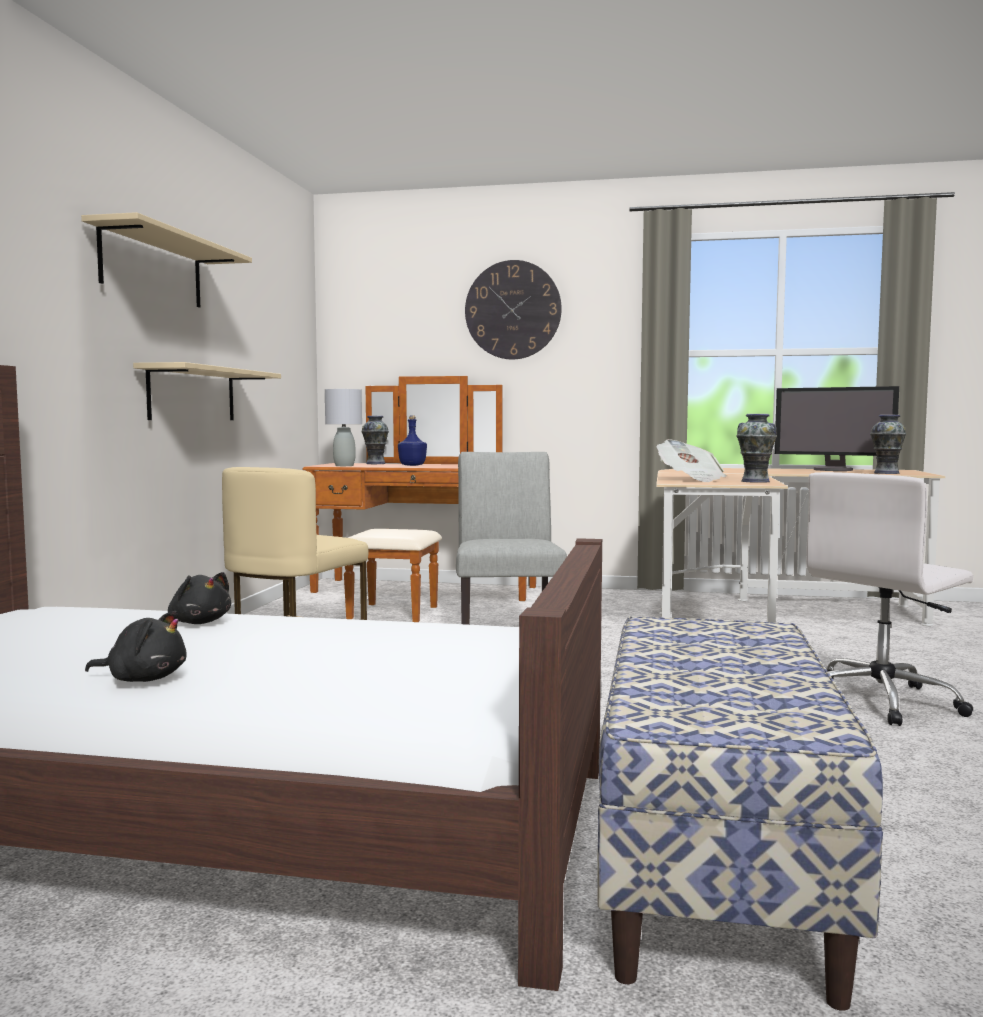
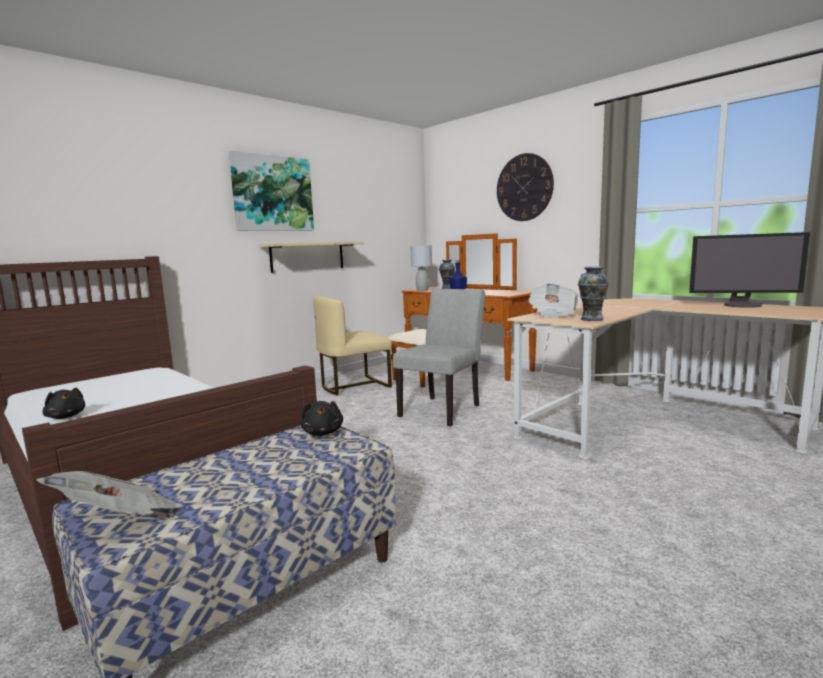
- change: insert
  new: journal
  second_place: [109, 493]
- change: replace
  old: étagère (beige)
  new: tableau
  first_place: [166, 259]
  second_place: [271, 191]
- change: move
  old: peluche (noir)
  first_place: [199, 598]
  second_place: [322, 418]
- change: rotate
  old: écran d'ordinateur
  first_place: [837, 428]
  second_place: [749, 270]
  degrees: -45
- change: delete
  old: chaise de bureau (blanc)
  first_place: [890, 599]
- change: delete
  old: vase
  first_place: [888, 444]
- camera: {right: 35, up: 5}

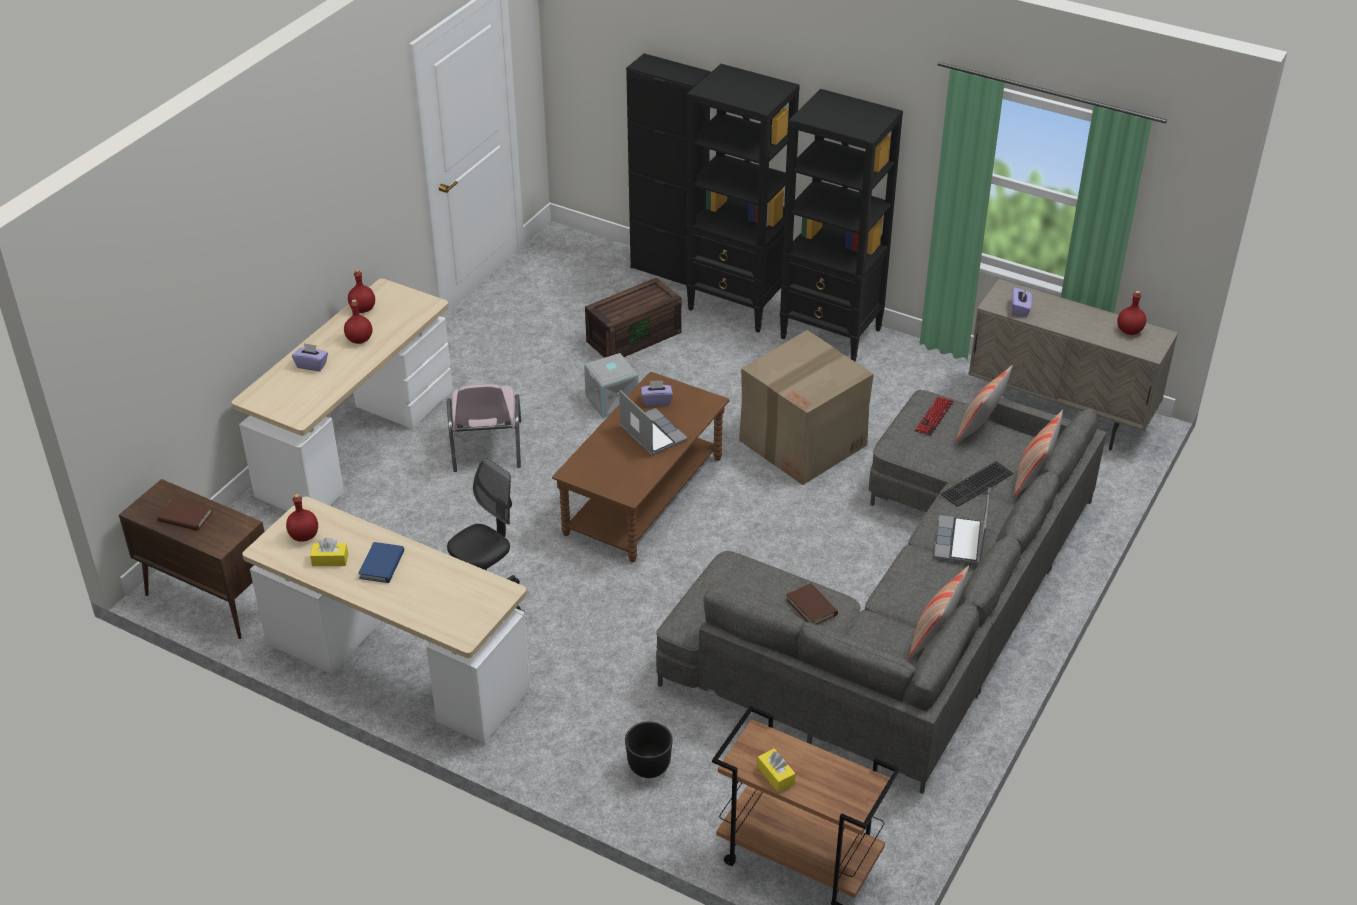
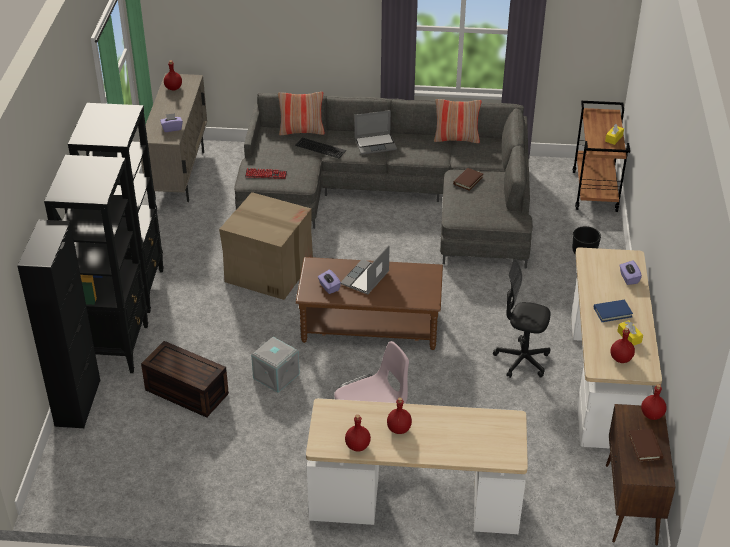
- change: move
  old: boîte à mouchoirs (violet)
  first_place: [310, 357]
  second_place: [630, 272]
- change: insert
  new: bouteille (rouge)
  second_place: [654, 402]
- change: delete
  old: coussin
  first_place: [983, 405]
- camera: {right: -115, up: 0}

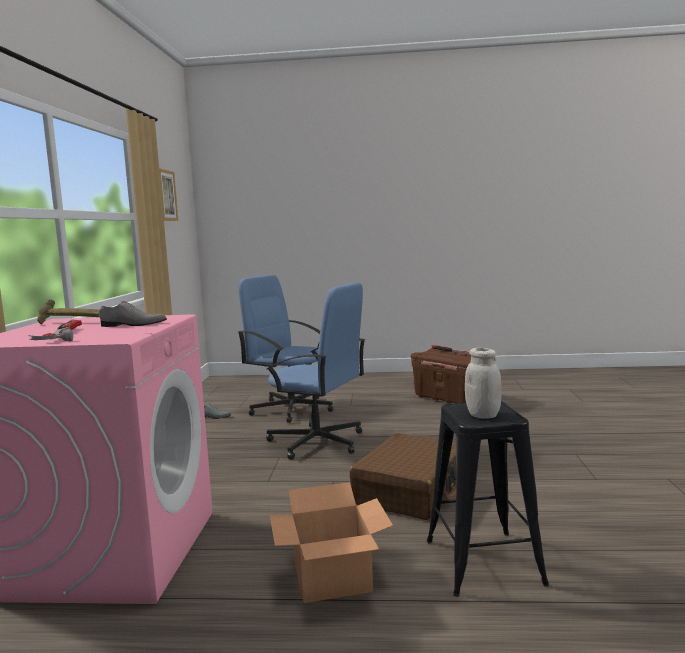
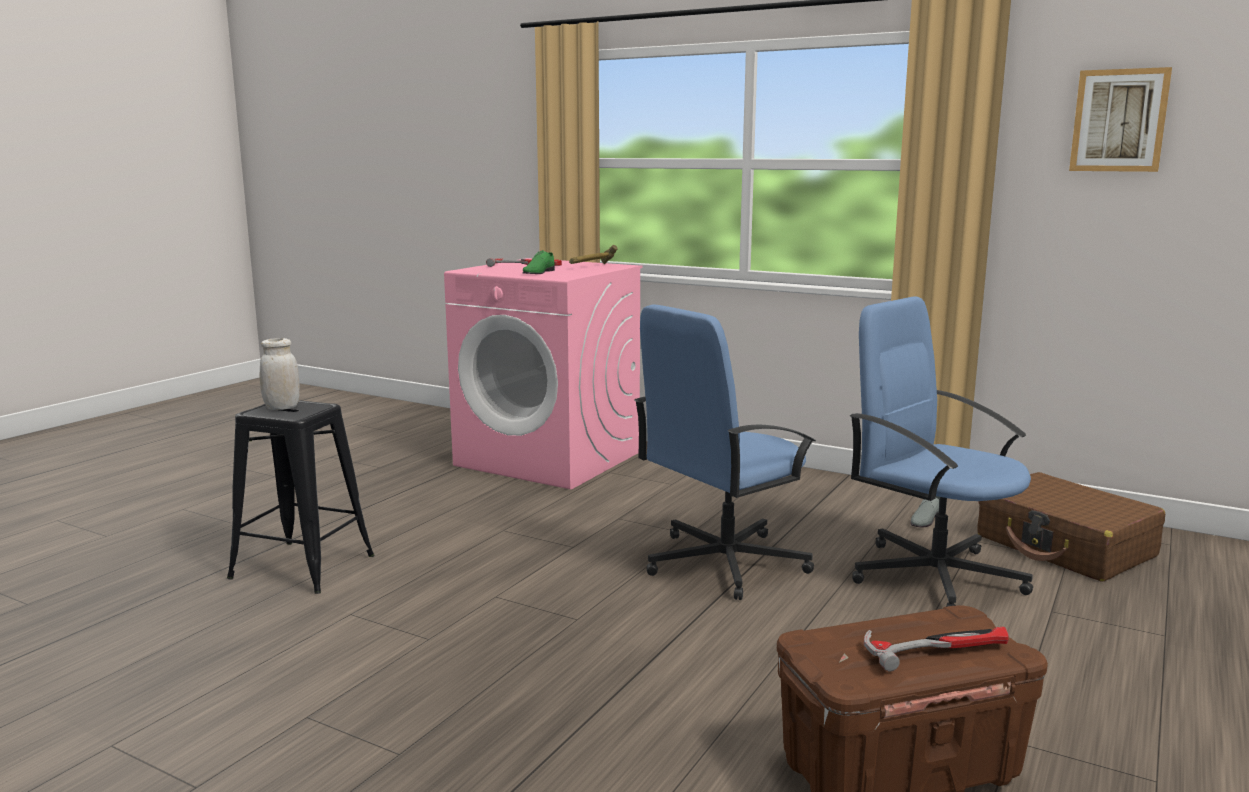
- change: recolor
  old: chaussure (gris)
  new: chaussure (vert)
  first_place: [133, 314]
  second_place: [539, 262]
- change: rotate
  old: chaise de bureau (bleu)
  first_place: [286, 349]
  second_place: [941, 451]
  degrees: -105
- change: move
  old: valise (marron)
  first_place: [403, 476]
  second_place: [1071, 527]
- change: delete
  old: carton
  first_place: [331, 542]
- camera: {right: 115, up: 5}

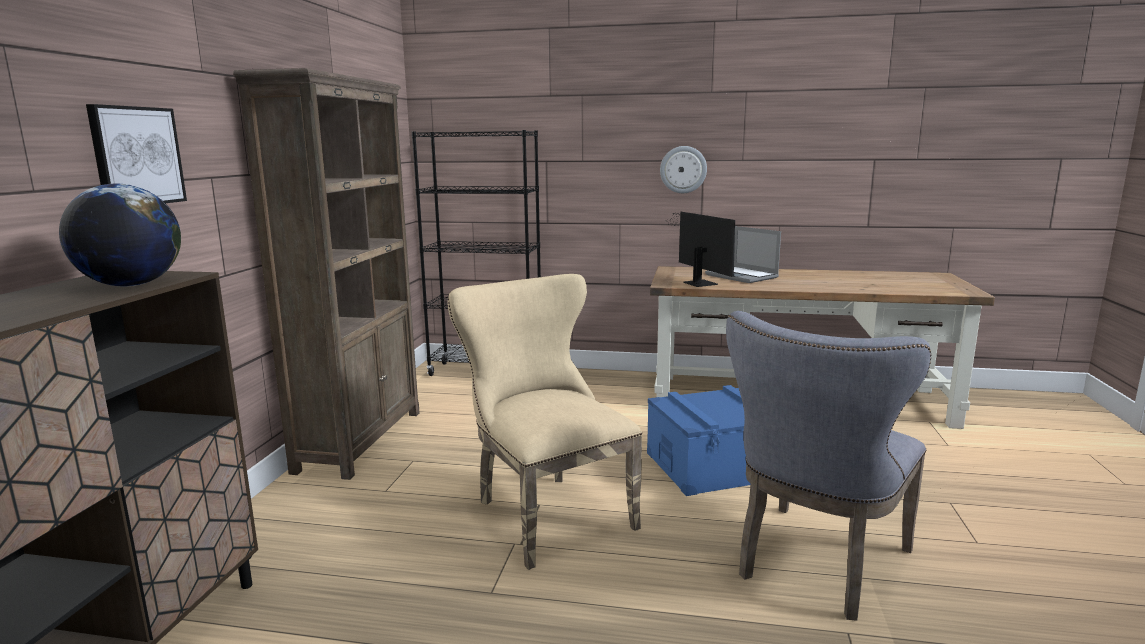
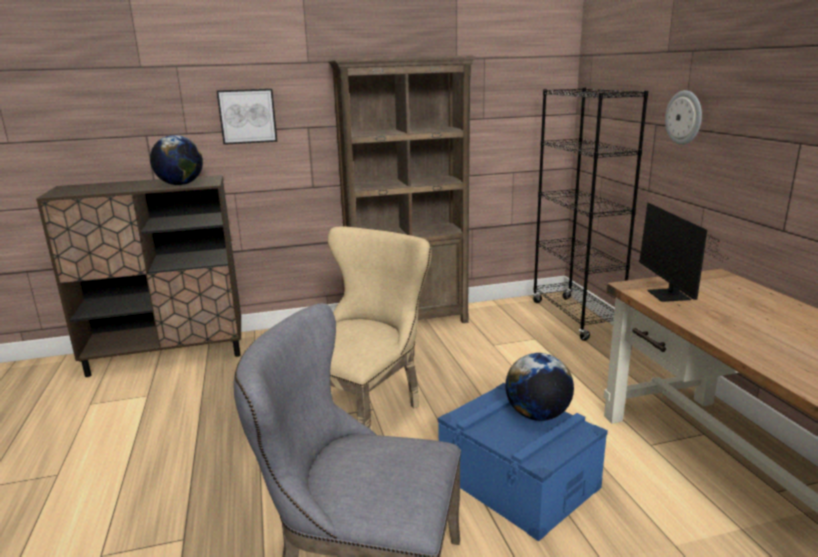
- change: insert
  new: globe
  second_place: [539, 387]
- change: rotate
  old: écran d'ordinateur
  first_place: [701, 249]
  second_place: [683, 252]
  degrees: 135
- change: move
  old: horloge murale
  first_place: [683, 169]
  second_place: [683, 117]
- change: delete
  old: ordinateur portable
  first_place: [743, 254]
- camera: {right: 65, up: 5}

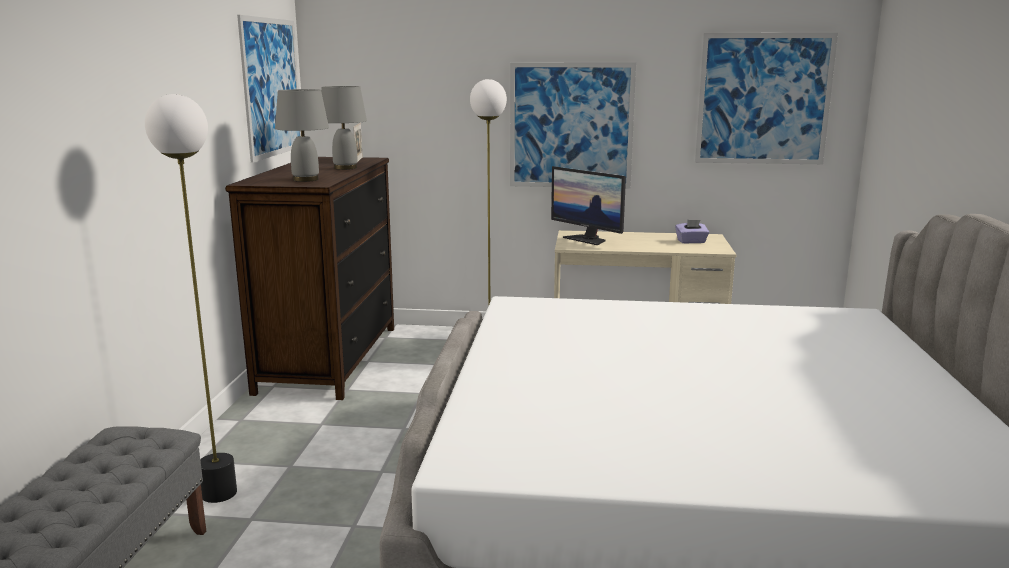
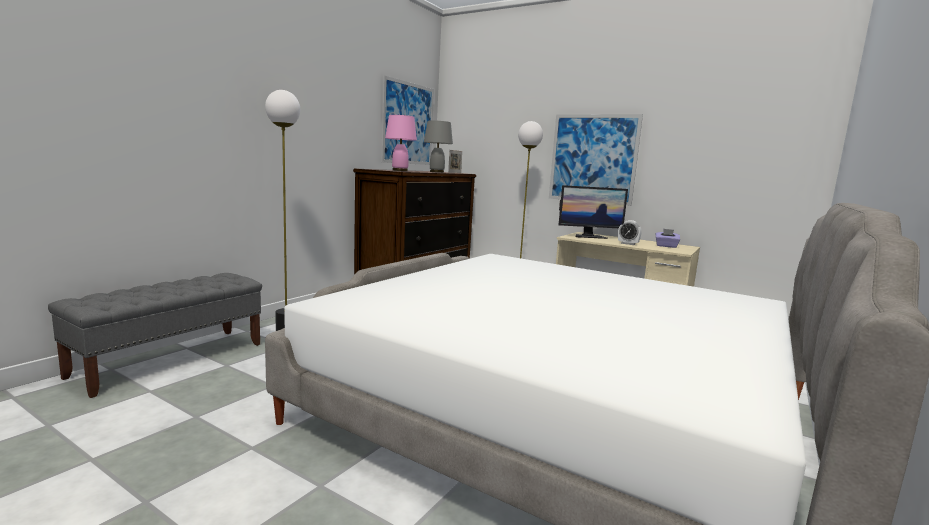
- change: recolor
  old: lampe de table (gris)
  new: lampe de table (rose)
  first_place: [302, 135]
  second_place: [401, 143]
- change: rotate
  old: écran d'ordinateur
  first_place: [588, 206]
  second_place: [593, 212]
  degrees: -75
- change: insert
  new: réveil
  second_place: [630, 232]
- change: delete
  old: tableau
  first_place: [766, 98]
- camera: {right: 25, up: -5}

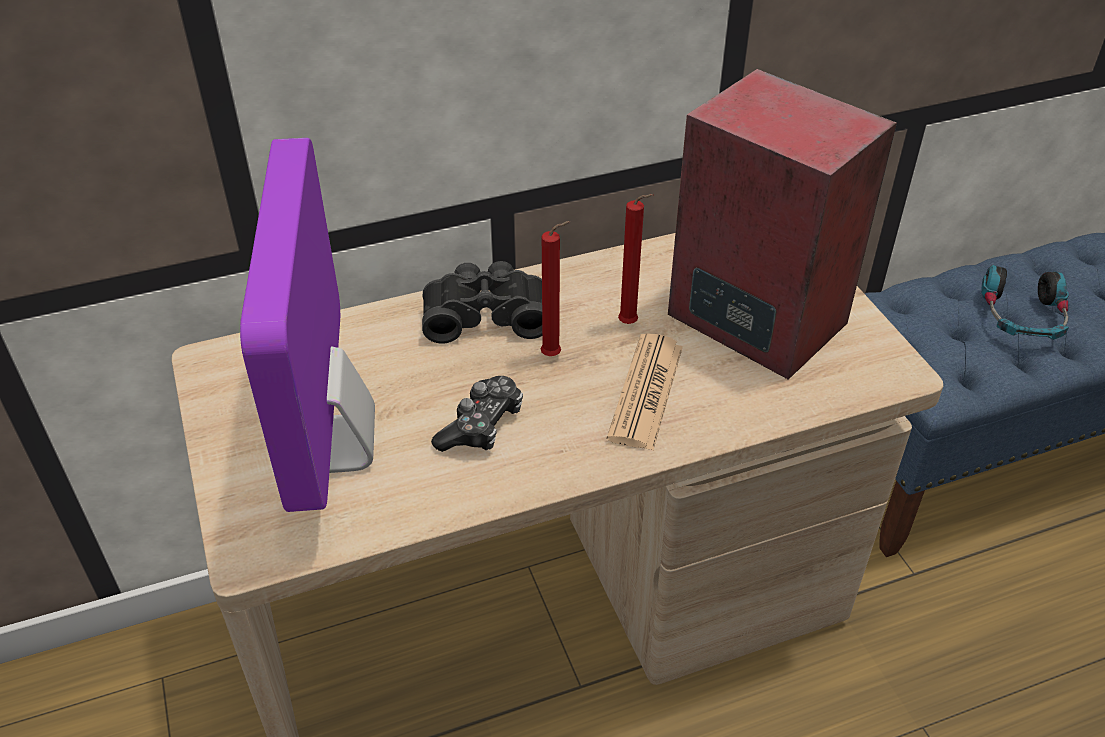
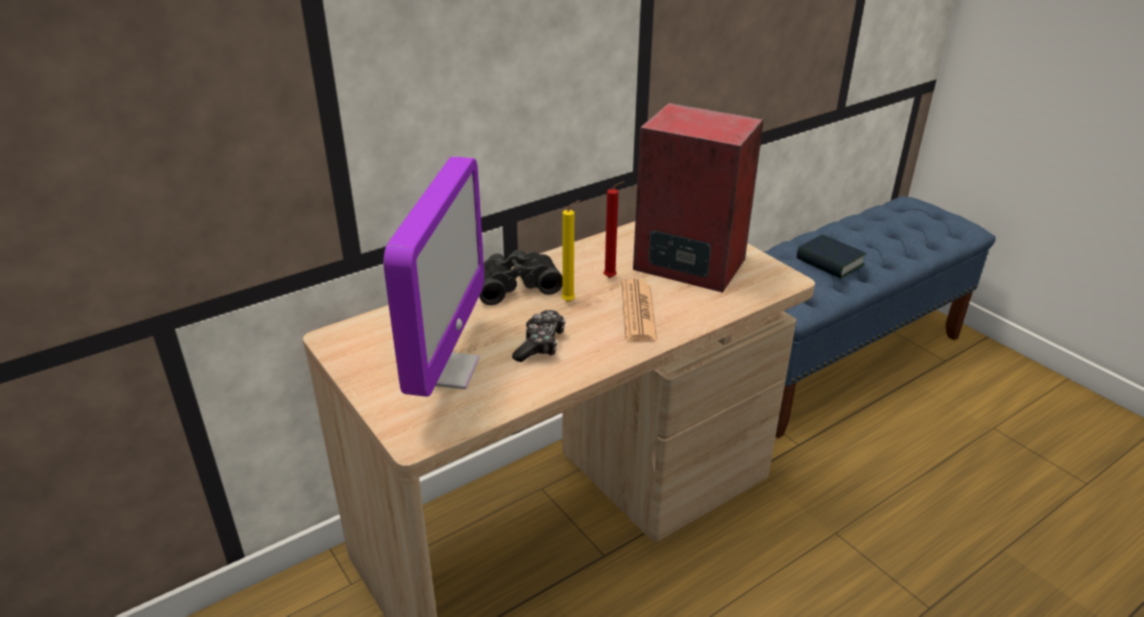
- change: rotate
  old: écran d'ordinateur
  first_place: [307, 325]
  second_place: [433, 276]
  degrees: -150
- change: recolor
  old: bougie (rouge)
  new: bougie (jaune)
  first_place: [555, 288]
  second_place: [571, 251]
- change: replace
  old: casque audio
  new: livre
  first_place: [1025, 302]
  second_place: [831, 256]
- camera: {right: -15, up: -10}

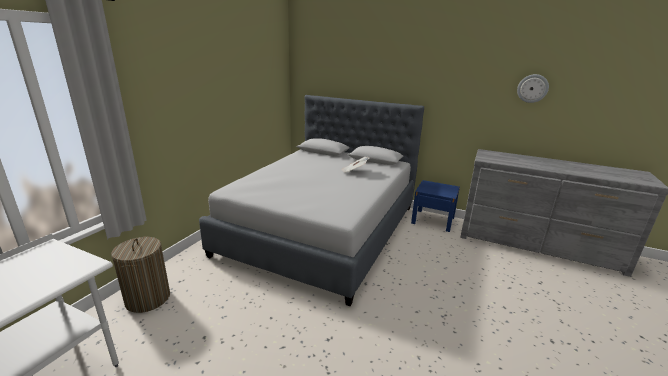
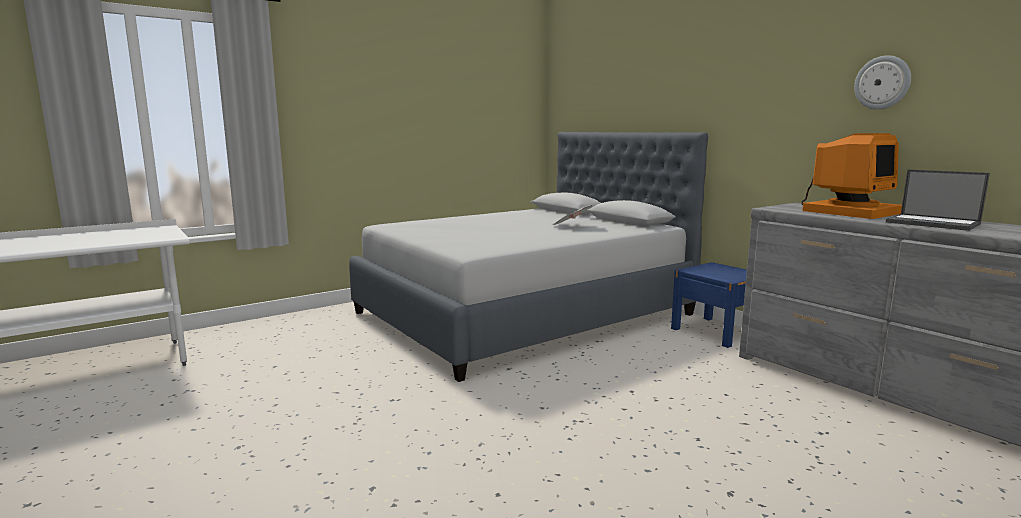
- change: insert
  new: écran d'ordinateur
  second_place: [851, 176]
- change: insert
  new: ordinateur portable
  second_place: [938, 200]
- change: delete
  old: panier à linge
  first_place: [140, 274]
- camera: {right: 30, up: -10}

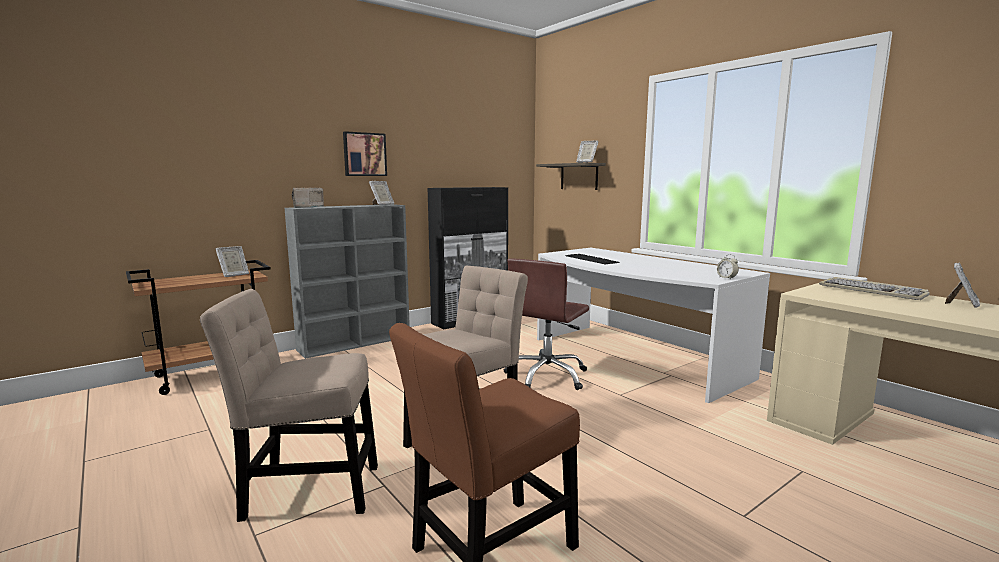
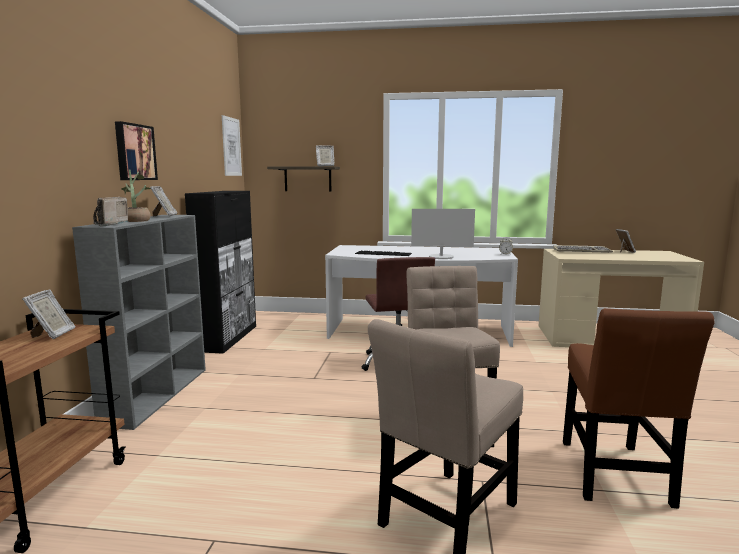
- change: insert
  new: plante en pot
  second_place: [136, 196]
- change: insert
  new: tableau
  second_place: [232, 145]
- change: insert
  new: écran d'ordinateur
  second_place: [443, 234]
- camera: {right: -45, up: 0}

